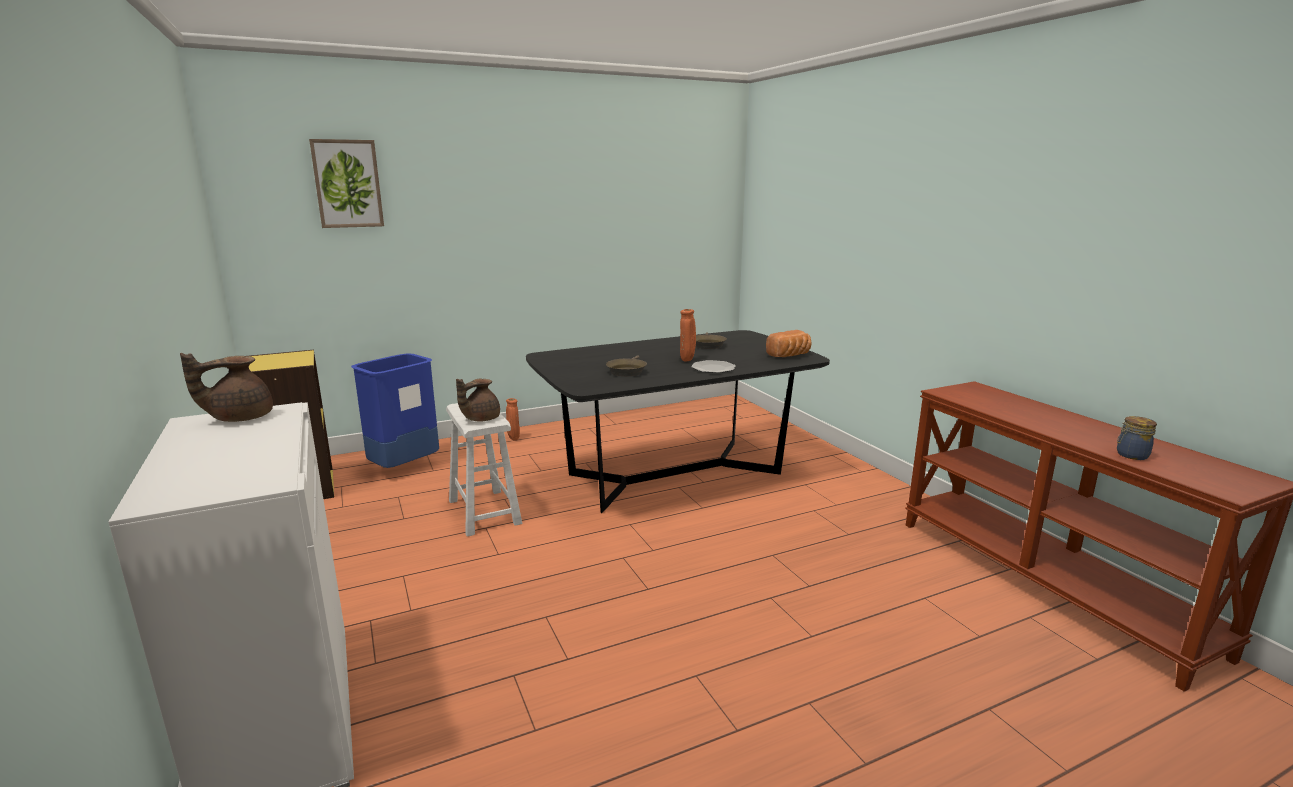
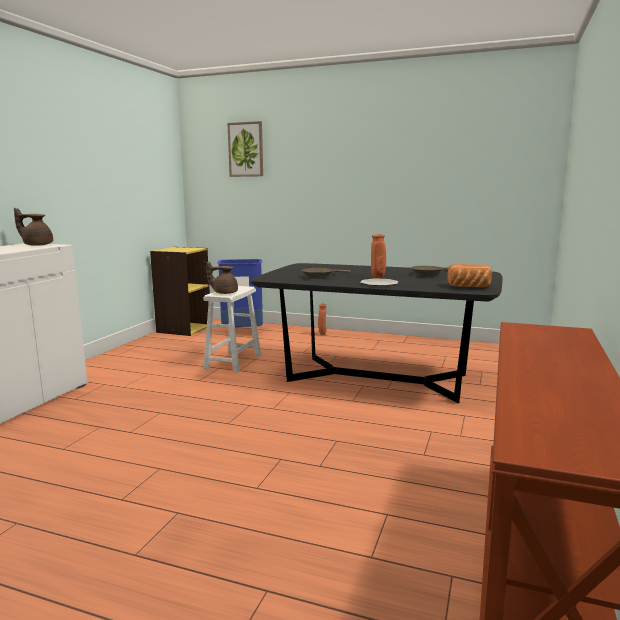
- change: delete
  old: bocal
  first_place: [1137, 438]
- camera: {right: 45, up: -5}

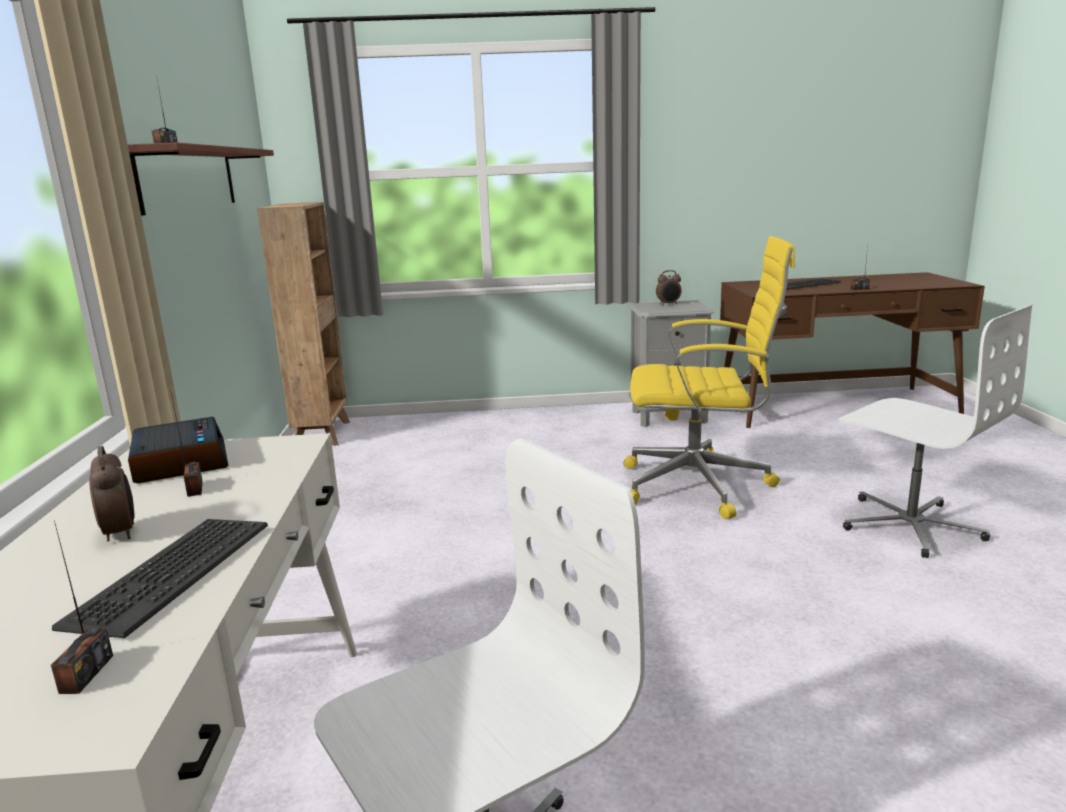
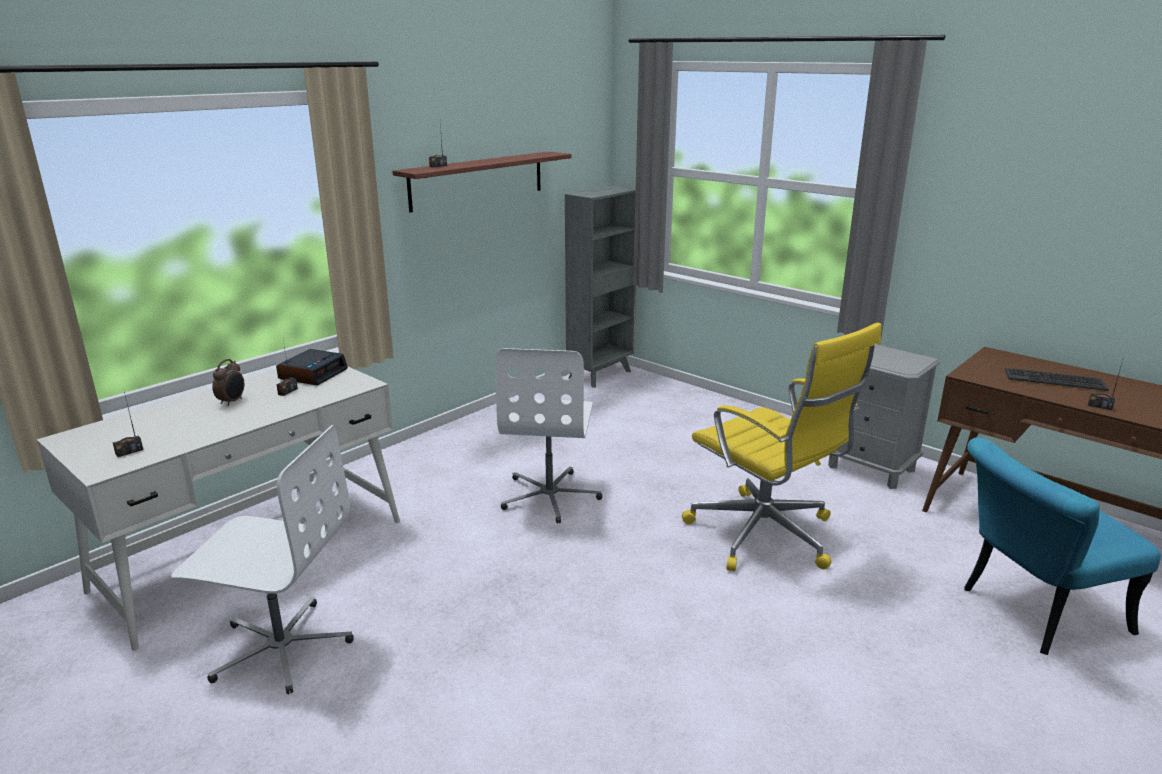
- change: move
  old: chaise de bureau (blanc)
  first_place: [935, 431]
  second_place: [548, 435]
- change: recolor
  old: bibliothèque (marron)
  new: bibliothèque (gris)
  first_place: [303, 324]
  second_place: [600, 286]
- change: insert
  new: chaise (turquoise)
  second_place: [1062, 546]
- change: delete
  old: clavier
  first_place: [160, 578]
- change: delete
  old: réveil
  first_place: [669, 287]
- camera: {right: 45, up: 5}

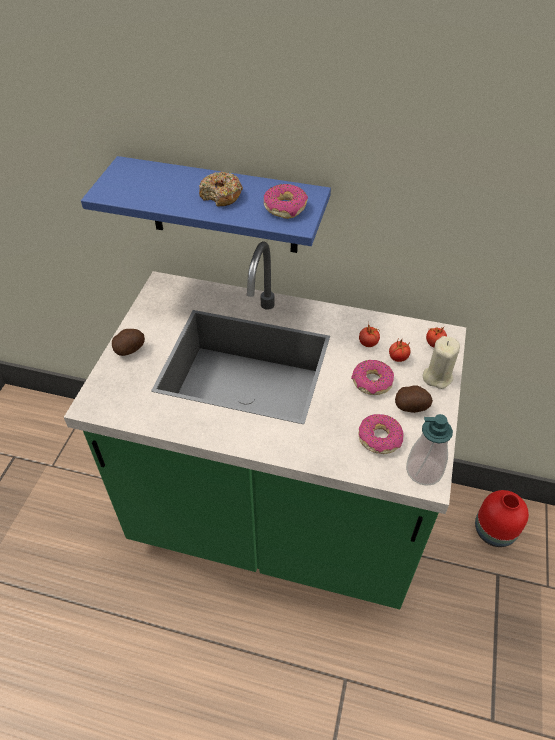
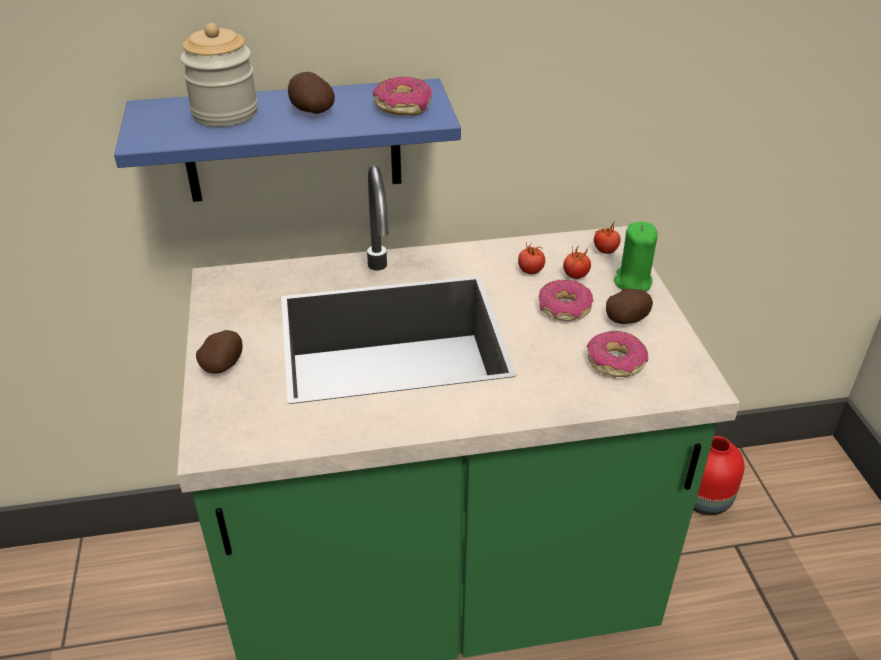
- change: insert
  new: bocal
  second_place: [219, 75]
- change: replace
  old: beignet
  new: pomme de terre
  first_place: [221, 189]
  second_place: [311, 93]
- change: recolor
  old: bougie (beige)
  new: bougie (vert)
  first_place: [441, 362]
  second_place: [636, 257]
- change: delete
  old: distributeur de savon
  first_place: [429, 450]
- camera: {right: -25, up: -10}

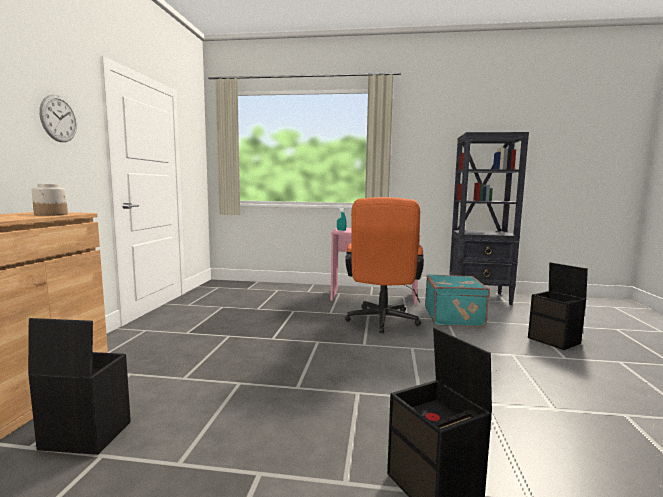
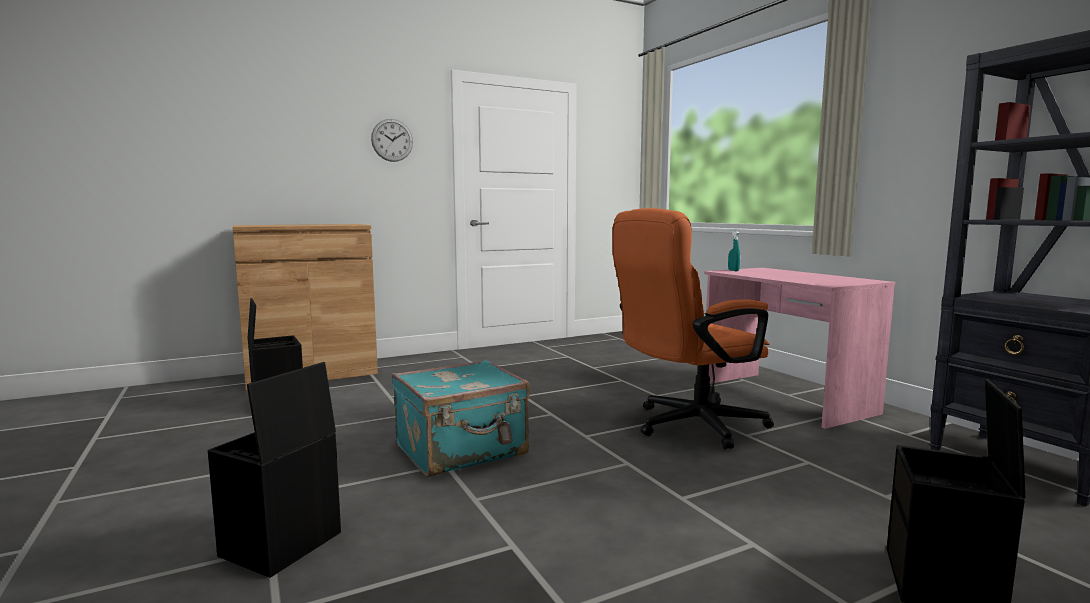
- change: move
  old: valise (turquoise)
  first_place: [457, 300]
  second_place: [461, 418]
- change: delete
  old: bocal
  first_place: [49, 200]
- camera: {right: 55, up: 0}

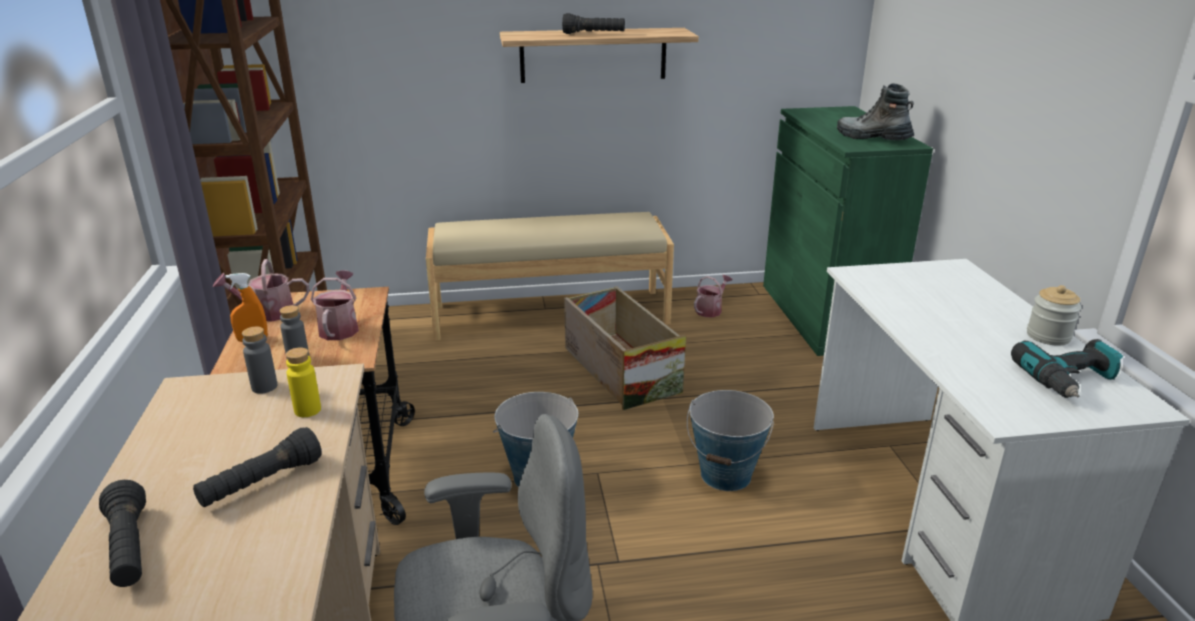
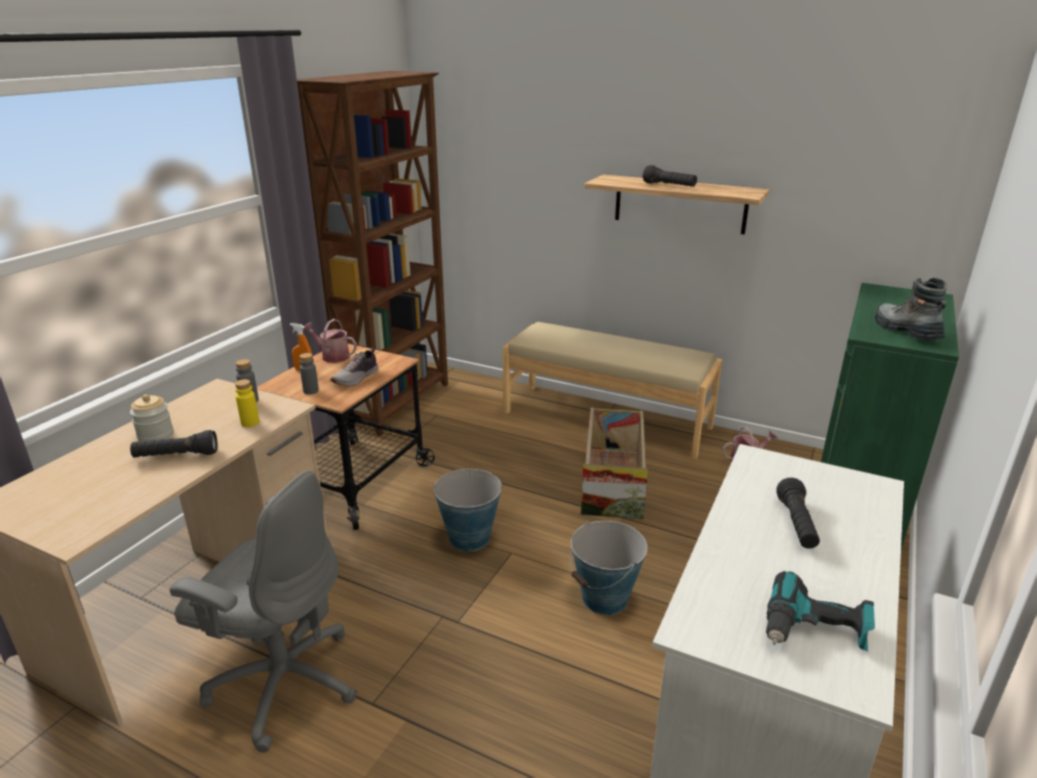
- change: move
  old: bocal
  first_place: [1054, 315]
  second_place: [151, 418]
- change: replace
  old: arrosoir
  new: chaussure
  first_place: [335, 305]
  second_place: [354, 367]
- change: move
  old: lampe de poche (noir)
  first_place: [122, 533]
  second_place: [798, 513]
- camera: {right: 35, up: 0}

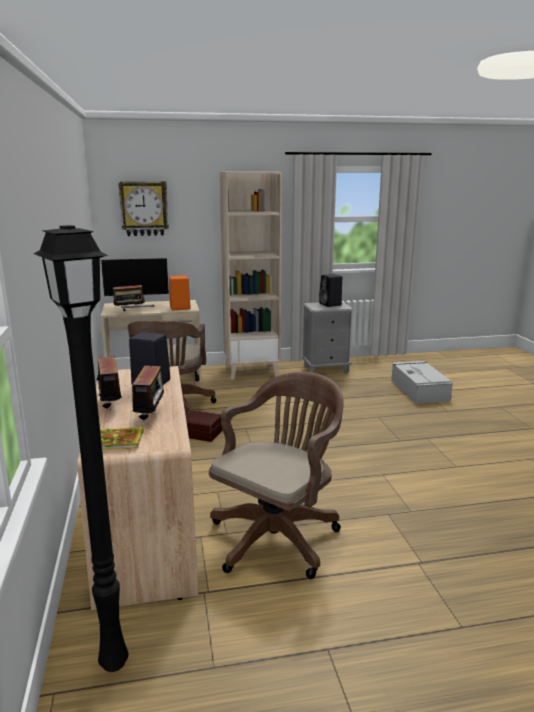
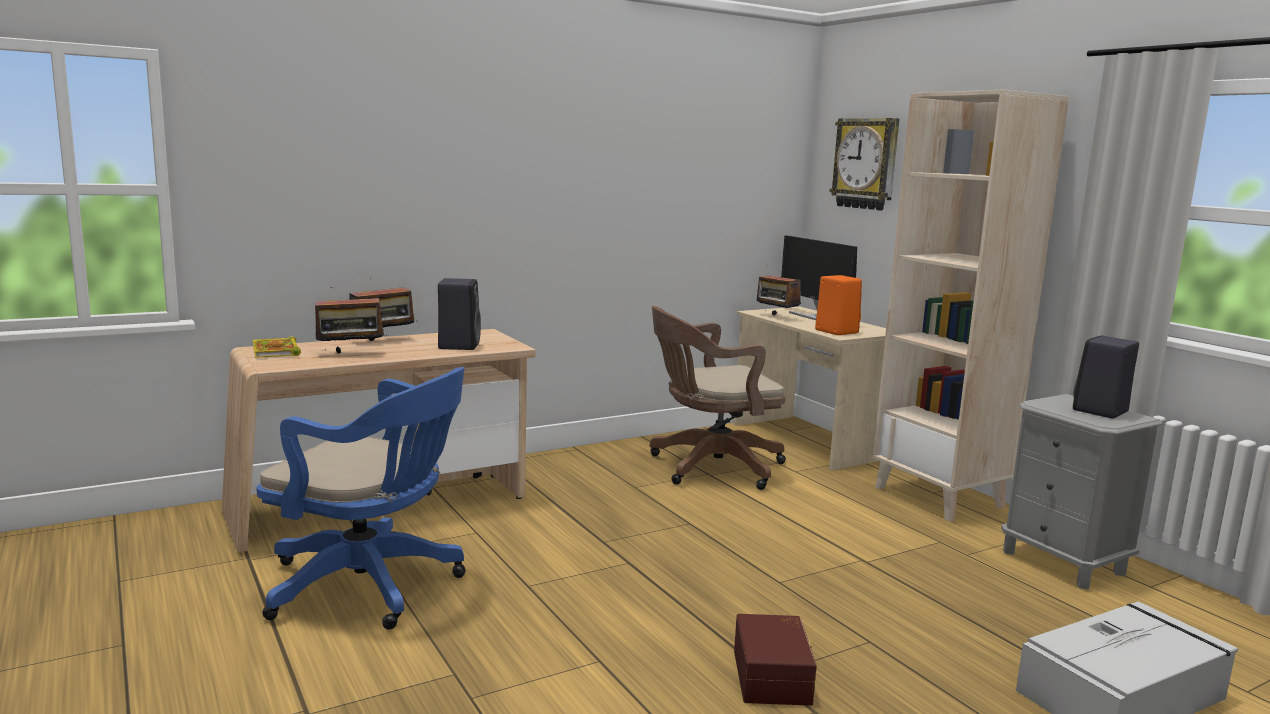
- change: recolor
  old: chaise de bureau (marron)
  new: chaise de bureau (bleu)
  first_place: [276, 475]
  second_place: [361, 498]
- change: move
  old: boîte de rangement (marron)
  first_place: [204, 425]
  second_place: [775, 660]
- change: delete
  old: lampadaire (noir)
  first_place: [81, 448]
- camera: {right: 70, up: -5}

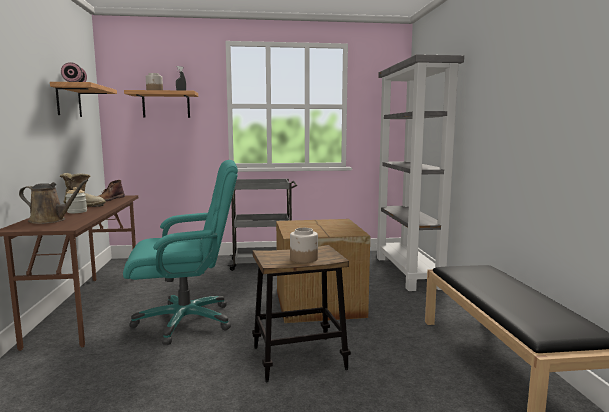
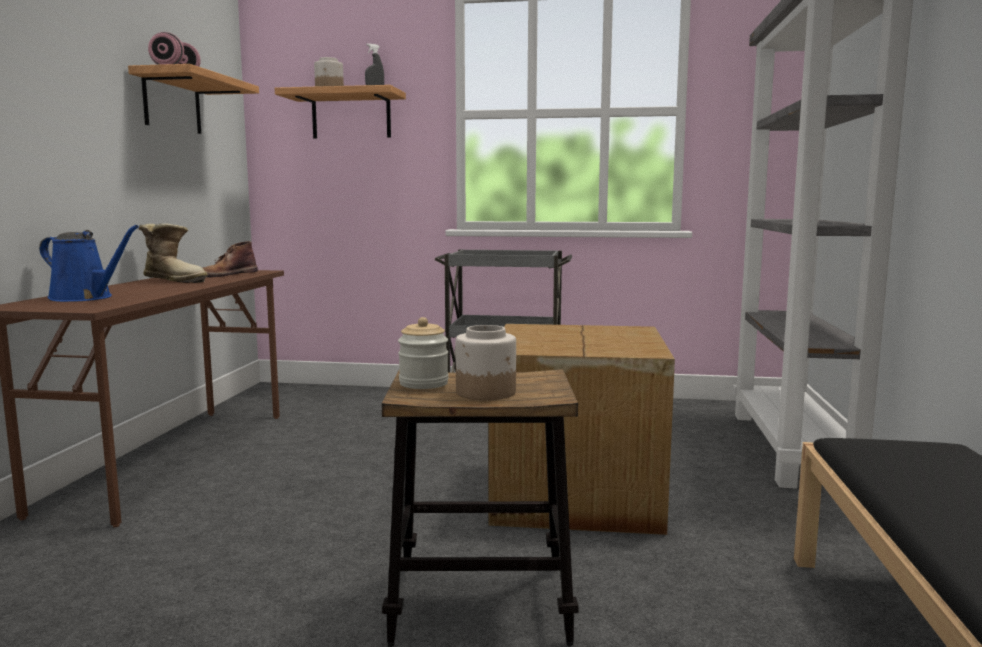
- change: recolor
  old: arrosoir (marron)
  new: arrosoir (bleu)
  first_place: [53, 201]
  second_place: [89, 263]
- change: move
  old: bocal
  first_place: [76, 200]
  second_place: [423, 353]
- change: delete
  old: chaise de bureau (turquoise)
  first_place: [180, 252]
- camera: {right: 15, up: 0}

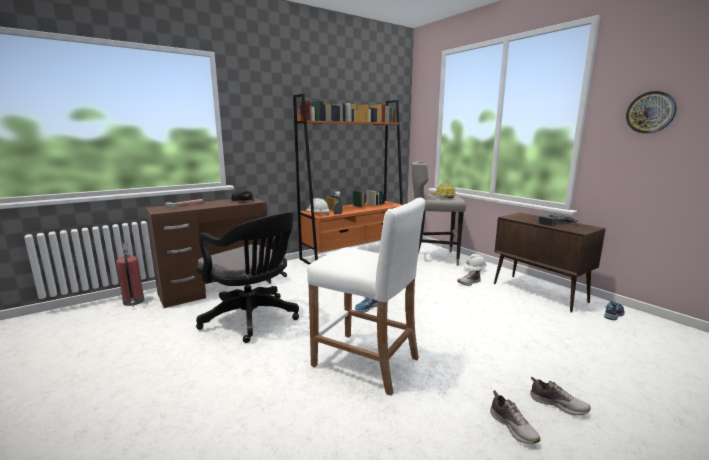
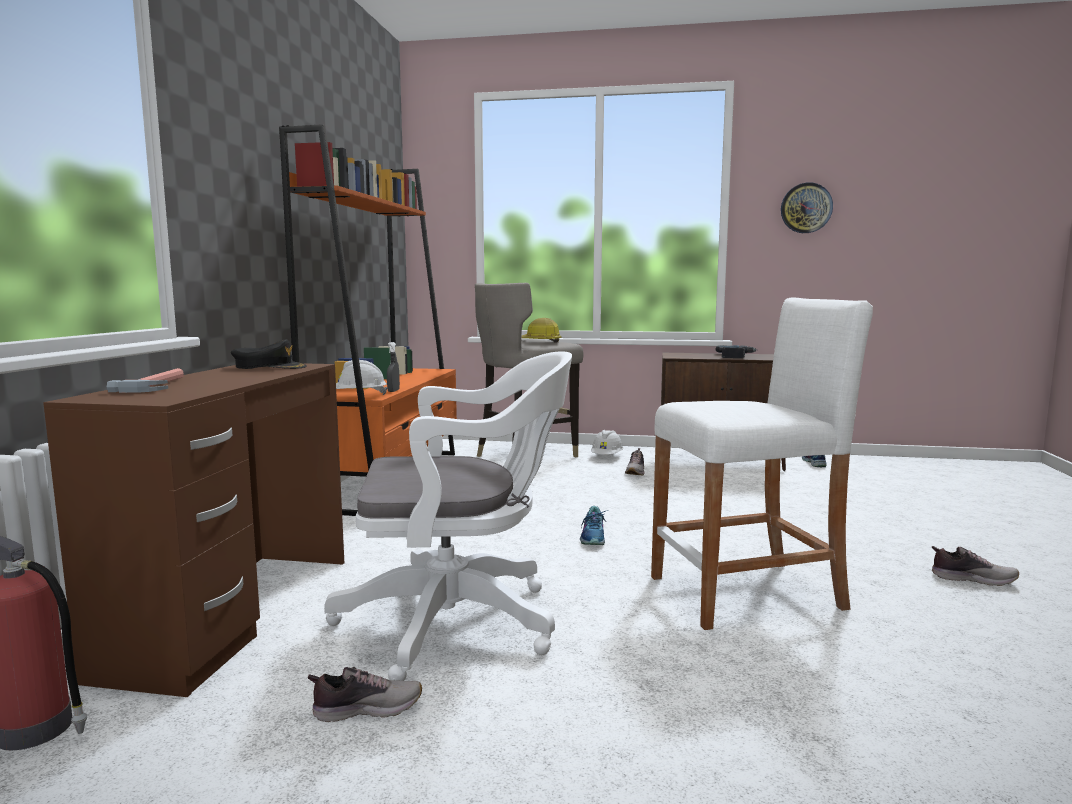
- change: move
  old: chaussure
  first_place: [560, 396]
  second_place: [365, 694]
- change: recolor
  old: chaise de bureau (noir)
  new: chaise de bureau (blanc)
  first_place: [247, 277]
  second_place: [448, 516]
- camera: {right: -45, up: -5}

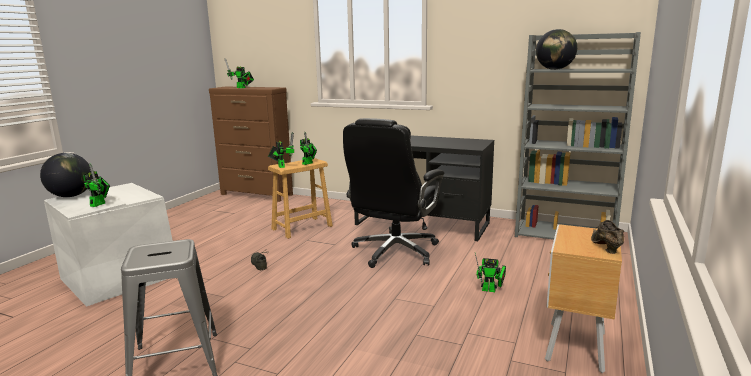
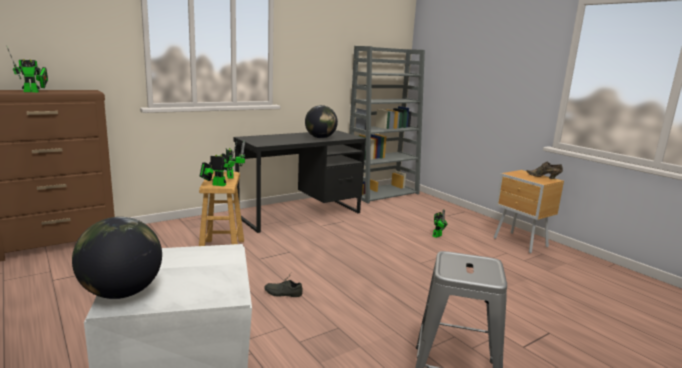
- change: move
  old: globe
  first_place: [556, 49]
  second_place: [321, 121]
- change: delete
  old: robot jouet
  first_place: [96, 185]
- change: delete
  old: chaise de bureau (noir)
  first_place: [393, 193]
- camera: {right: -60, up: 0}

